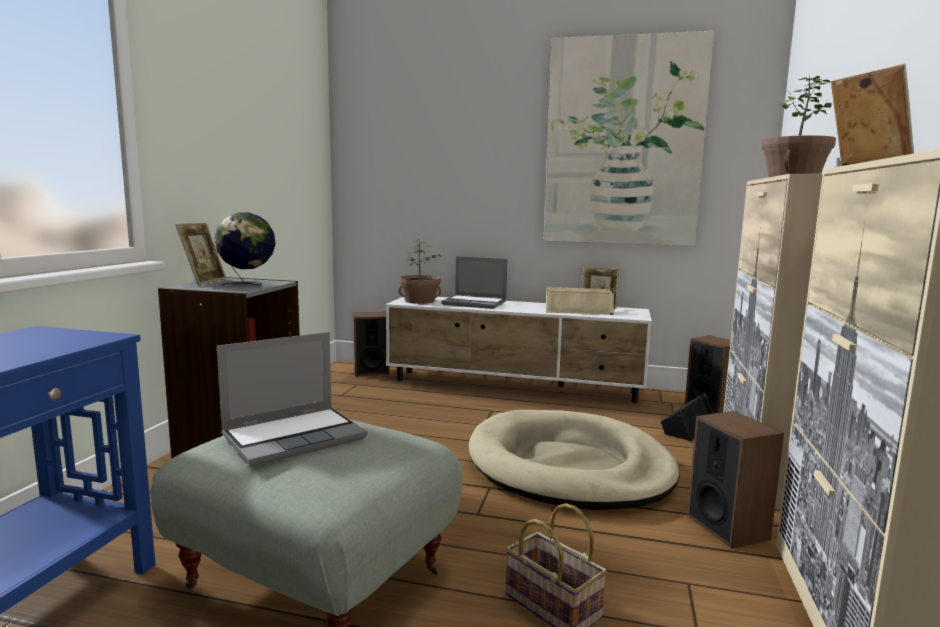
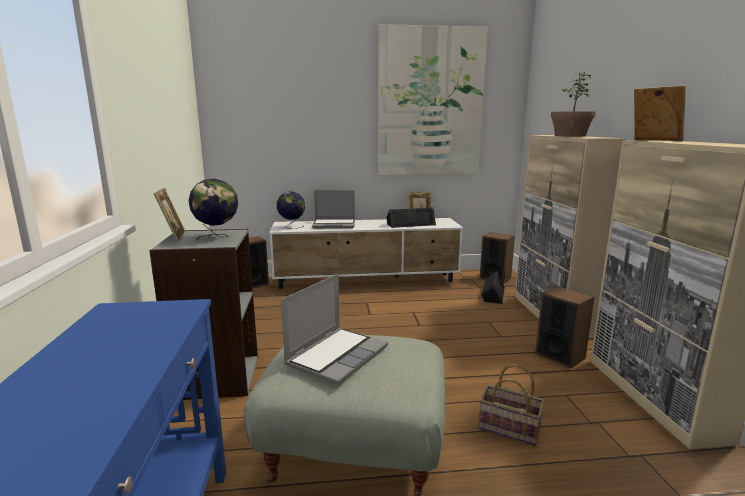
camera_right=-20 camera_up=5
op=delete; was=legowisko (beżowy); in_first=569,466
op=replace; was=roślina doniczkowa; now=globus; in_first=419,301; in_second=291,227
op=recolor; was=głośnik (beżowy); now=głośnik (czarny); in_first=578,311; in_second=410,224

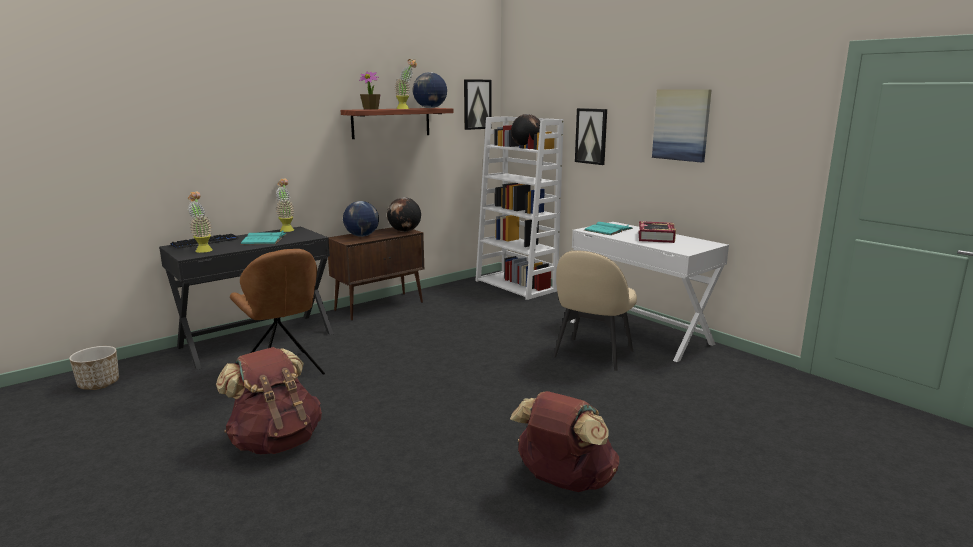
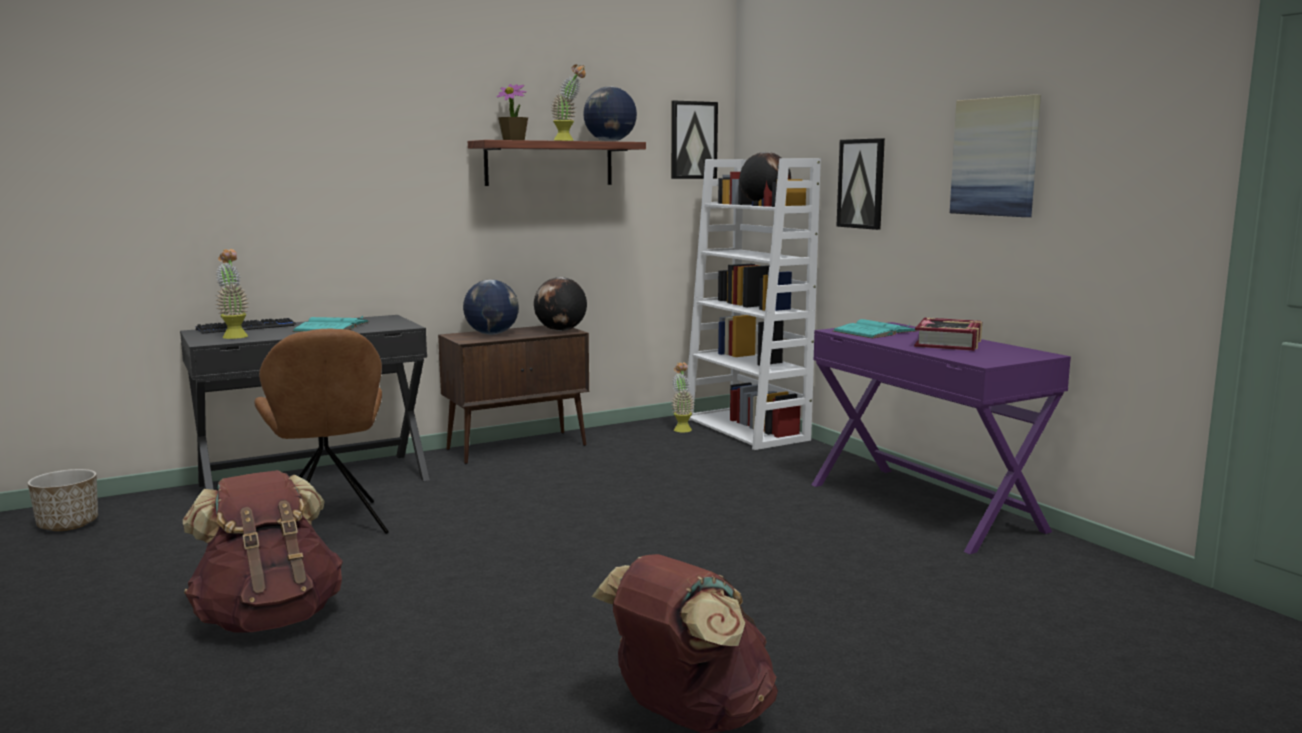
camera_right=10 camera_up=-5
op=delete; was=krzesło (beżowy); in_first=592,354
op=move; was=roślina doniczkowa; in_first=286,229; in_second=681,429
op=recolor; was=biurko (biały); now=biurko (fioletowy); in_first=640,332; in_second=924,506

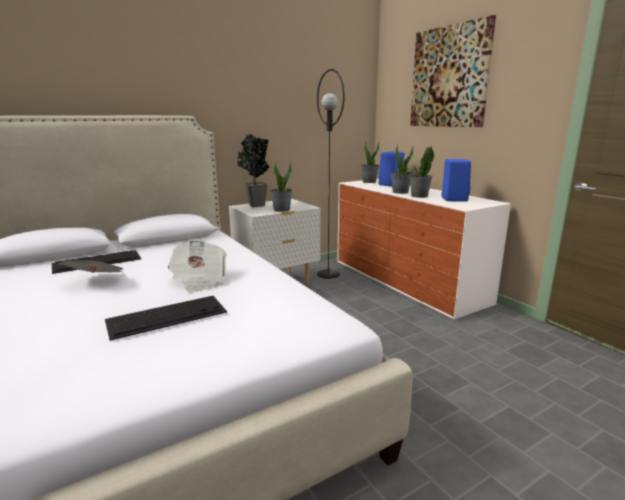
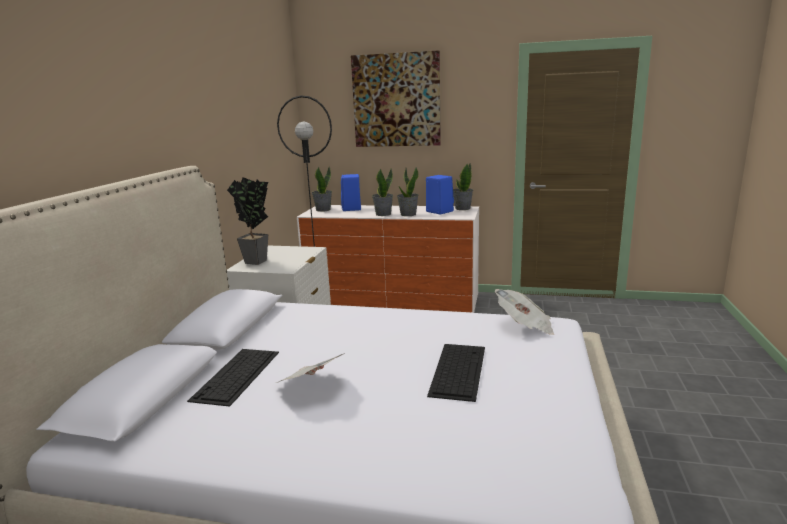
camera_right=-45 camera_up=0
op=move; was=gazeta; in_first=199,280; in_second=525,326
op=move; was=roślina doniczkowa; in_first=281,210; in_second=462,208

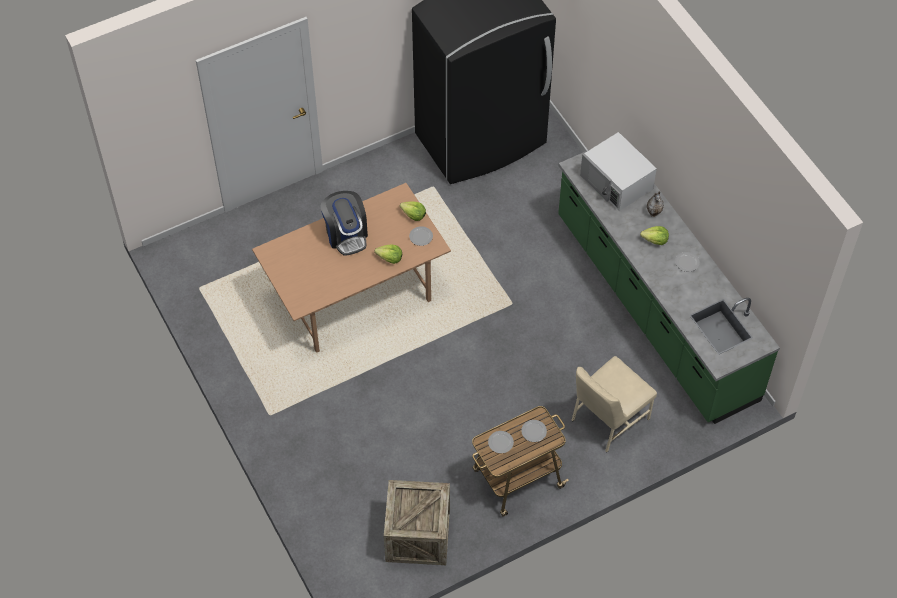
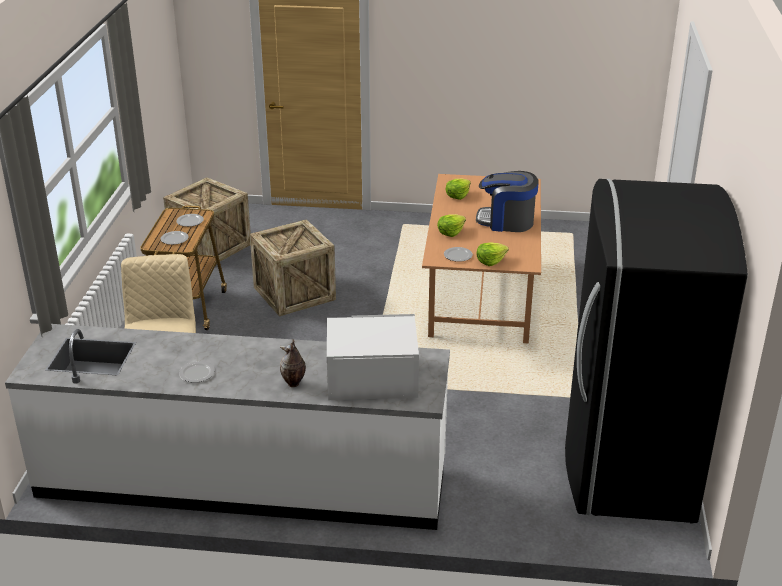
camera_right=125 camera_up=-25
op=insert; now=skrzynka; in_second=294,293
op=move; was=sałata; in_first=655,240; in_second=457,195
op=recolor; was=zabudowa kuchenna (zielony); now=zabudowa kuchenna (biały); in_first=654,308; in_second=243,480

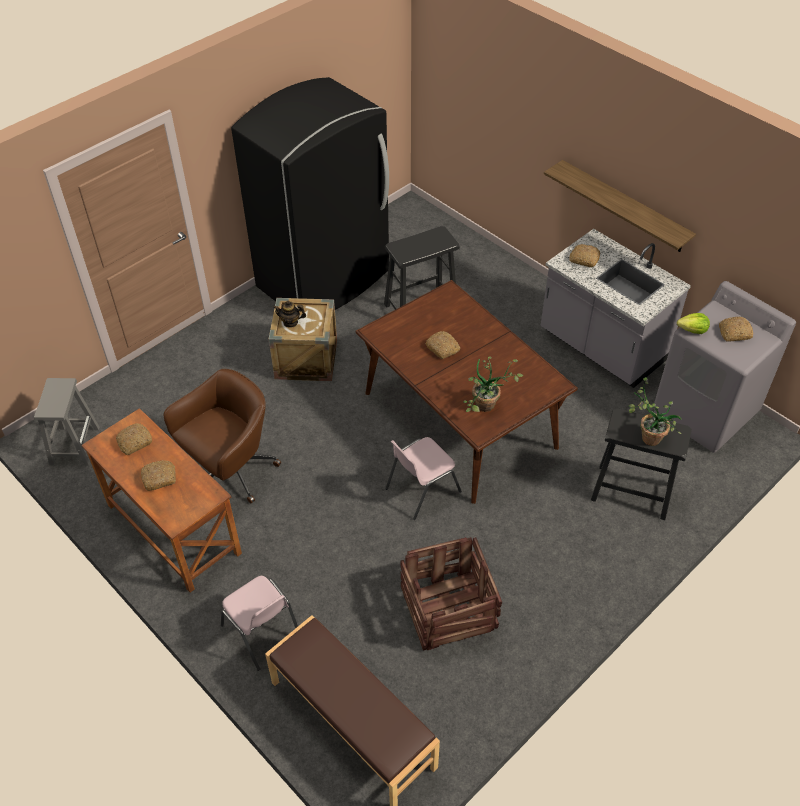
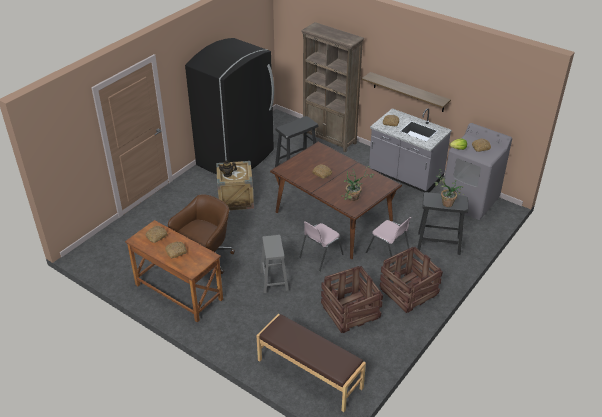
camera_right=-10 camera_up=-10
op=insert; now=regał (brązowy); in_second=329,139
op=insert; now=skrzynka; in_second=408,292
op=move; was=stołek (szary); in_first=74,445; in_second=274,280
op=move; was=krzesło (różowy); in_first=262,633; in_second=388,253

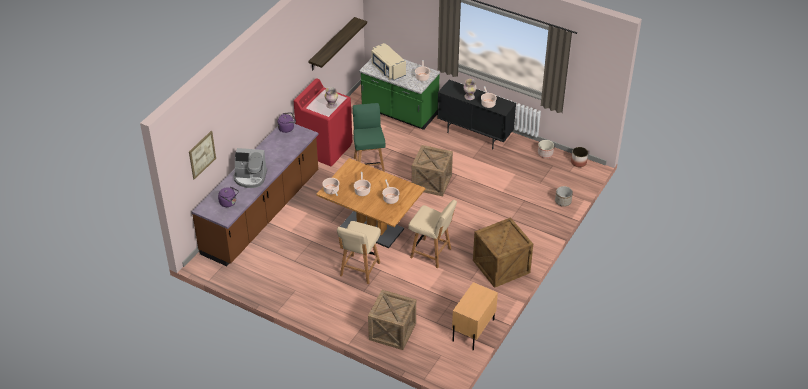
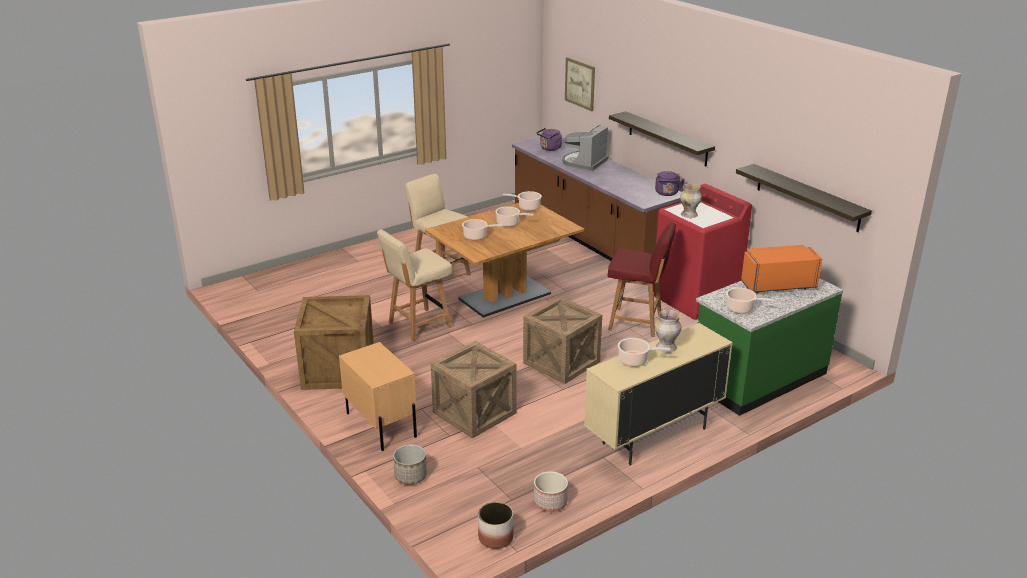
camera_right=115 camera_up=-15
op=insert; now=półka; in_second=667,138
op=move; was=skrzynka; in_first=392,331; in_second=474,413
op=move; was=szafka nocna (beżowy); in_first=473,330; in_second=381,424
op=recolor; was=krzesło (zielony); now=krzesło (czerwony); in_first=369,165; in_second=636,322
op=recolor; was=mikrofalówka (beżowy); now=mikrofalówka (pomarańczowy); in_first=388,70; in_second=777,284
op=recolor; was=szafka (czarny); now=szafka (beżowy); in_first=474,135; in_second=654,436

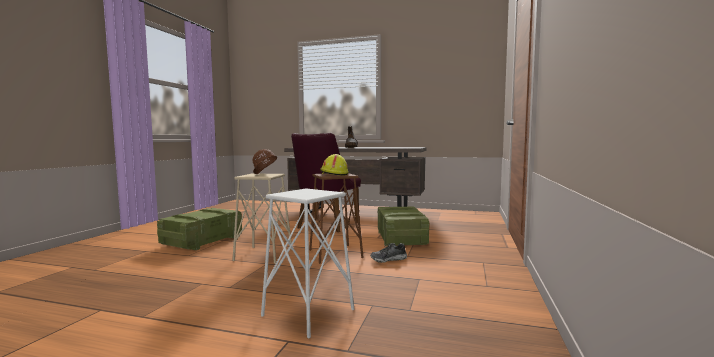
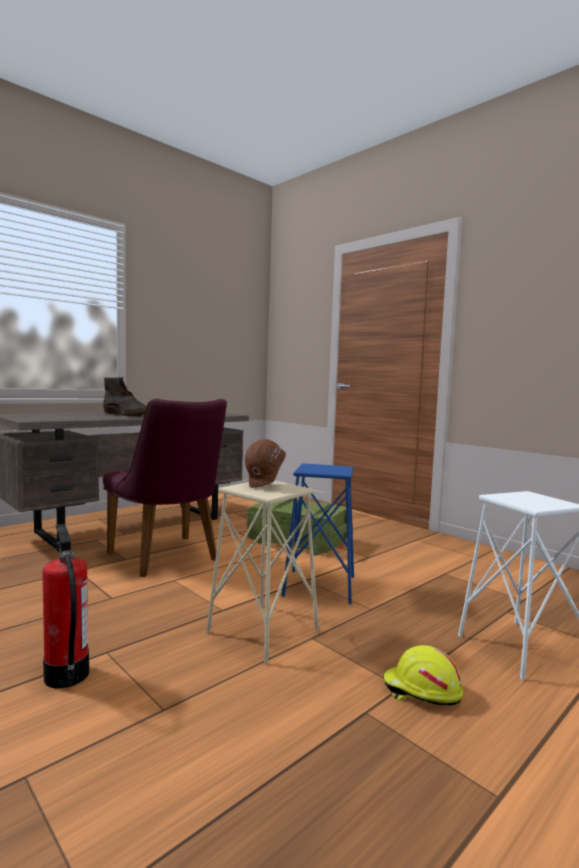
camera_right=-60 camera_up=0
op=delete; was=but; in_first=388,259
op=move; was=kask (żółty); in_first=334,174; in_second=421,691
op=replace; was=skrzynka; now=gaśnica; in_first=203,240; in_second=66,675
op=recolor; was=stołek (brązowy); now=stołek (niebieski); in_first=335,254; in_second=319,586

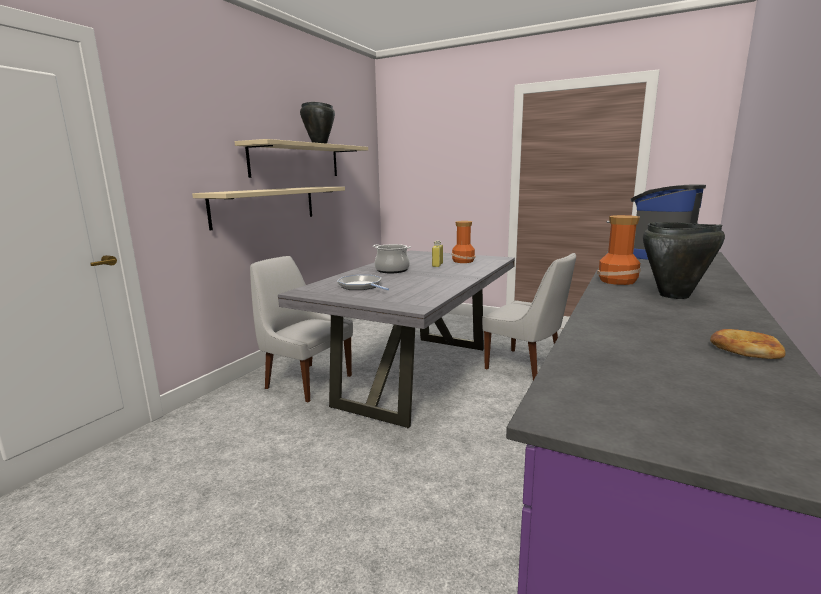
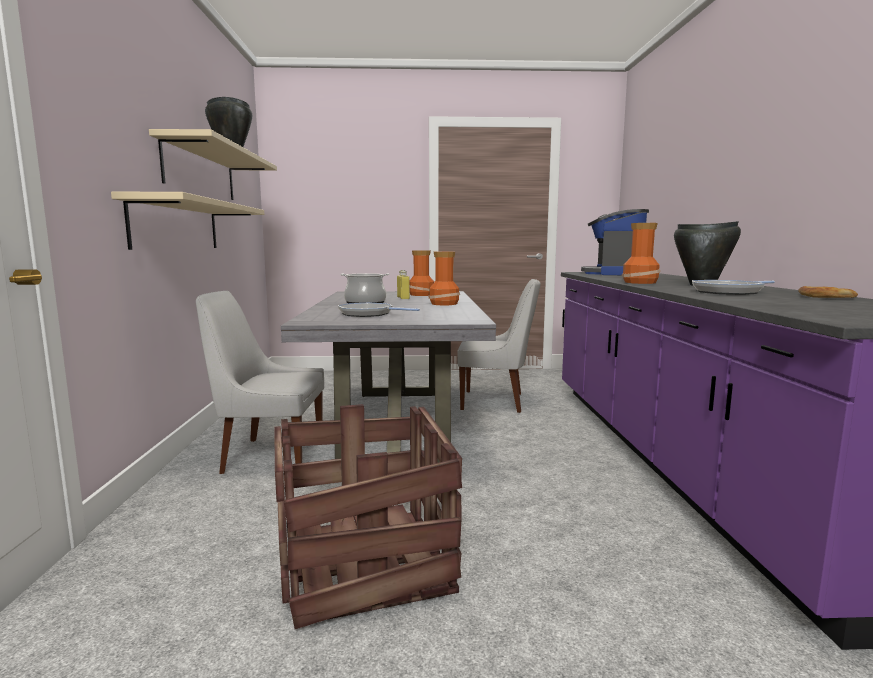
camera_right=-30 camera_up=-5
op=insert; now=skrzynka; in_second=364,561
op=insert; now=wazon; in_second=444,304
op=insert; now=patelnia; in_second=729,292

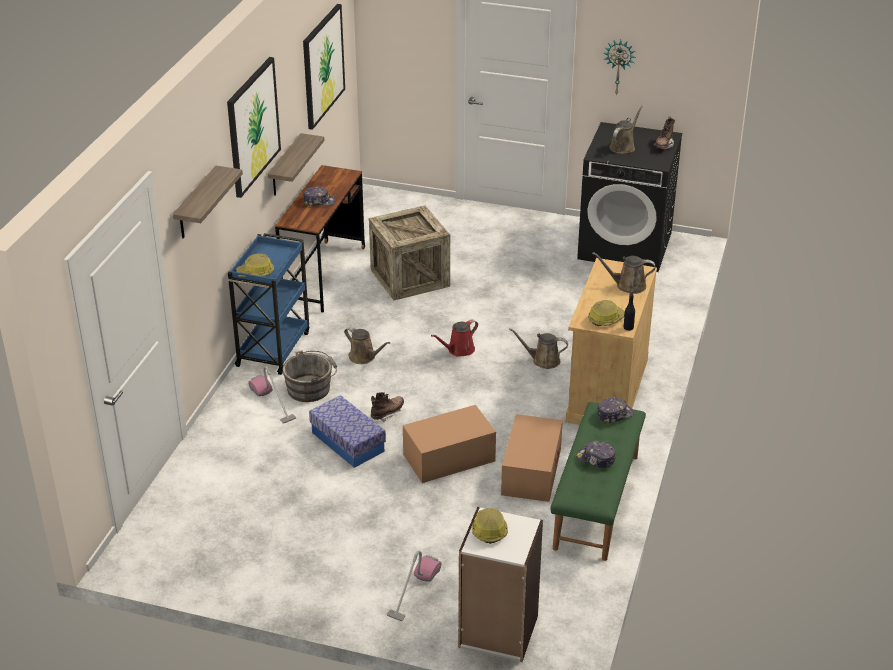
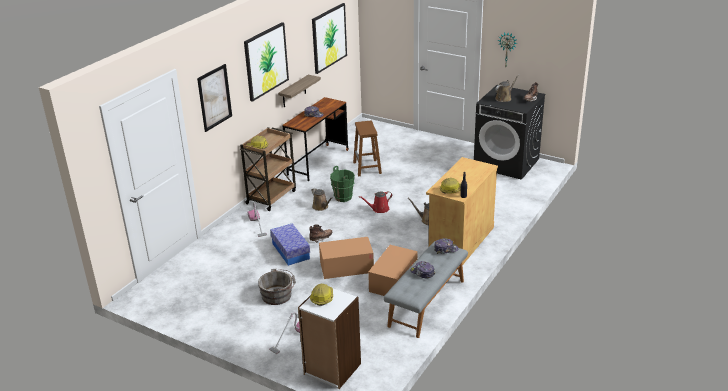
camera_right=15 camera_up=-5
op=delete; was=konewka (brązowy); in_first=627,286
op=insert; now=wiadro (zielony); in_second=343,197
op=move; was=wiadro (szary); in_first=311,388; in_second=278,295
op=replace; was=półka; now=obraz; in_first=196,204; in_second=214,97
op=replace; was=skrzynka; now=stołek (brązowy); in_first=410,278; in_second=367,168
op=recolor; was=wózek (niebieski); now=wózek (brązowy); in_first=274,348; in_second=271,197
op=recolor; was=ławka (zielony); now=ławka (szary); in_first=597,501; in_second=427,303

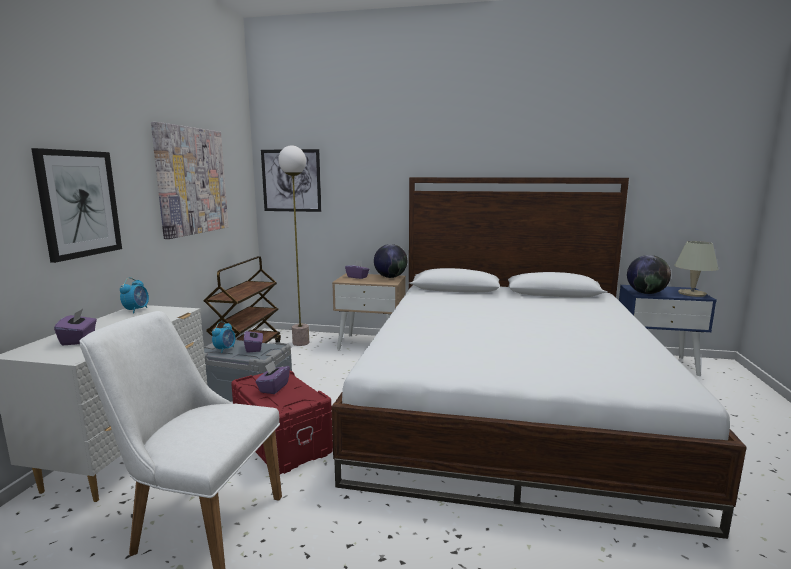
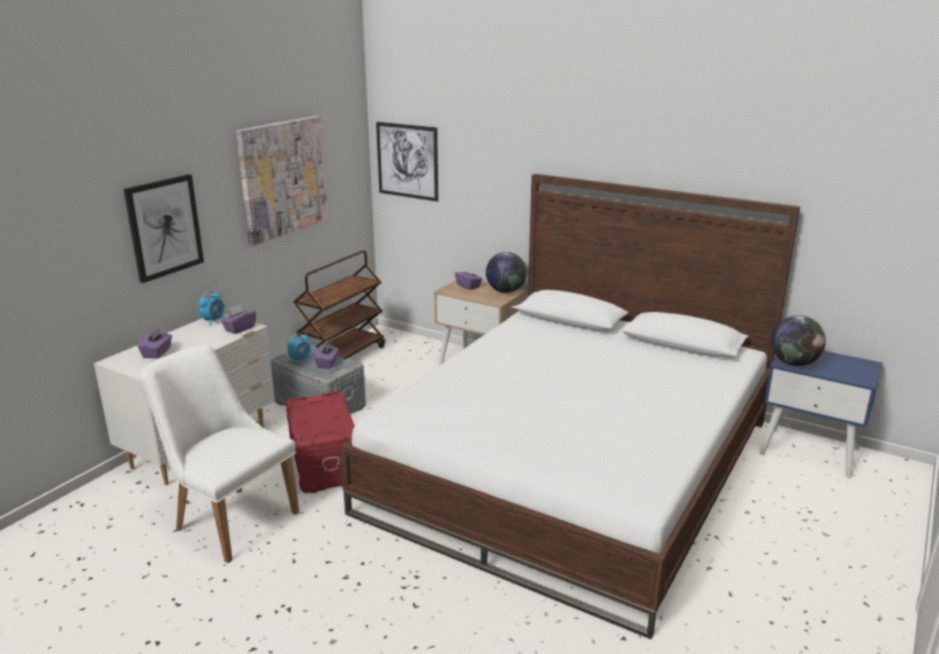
camera_right=20 camera_up=10
op=delete; was=lampa stojąca; in_first=301,343
op=delete; was=lampa stołowa (beżowy); in_first=692,293
op=move; was=pudełko chusteczek (fioletowy); in_first=273,388; in_second=239,328

